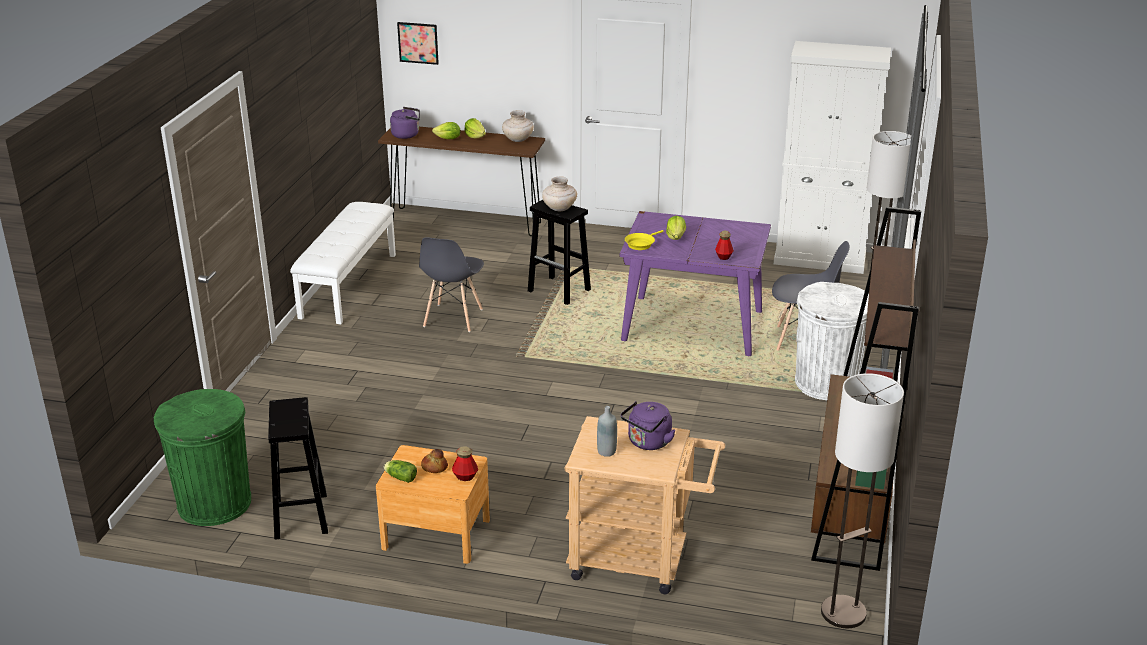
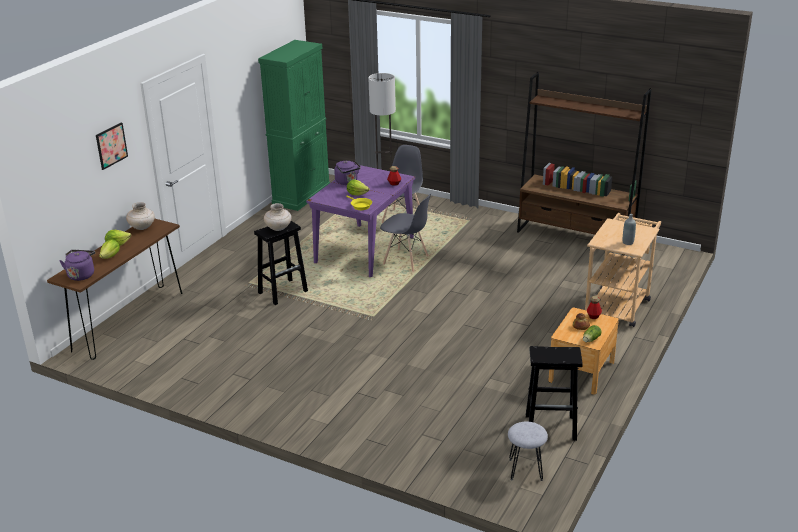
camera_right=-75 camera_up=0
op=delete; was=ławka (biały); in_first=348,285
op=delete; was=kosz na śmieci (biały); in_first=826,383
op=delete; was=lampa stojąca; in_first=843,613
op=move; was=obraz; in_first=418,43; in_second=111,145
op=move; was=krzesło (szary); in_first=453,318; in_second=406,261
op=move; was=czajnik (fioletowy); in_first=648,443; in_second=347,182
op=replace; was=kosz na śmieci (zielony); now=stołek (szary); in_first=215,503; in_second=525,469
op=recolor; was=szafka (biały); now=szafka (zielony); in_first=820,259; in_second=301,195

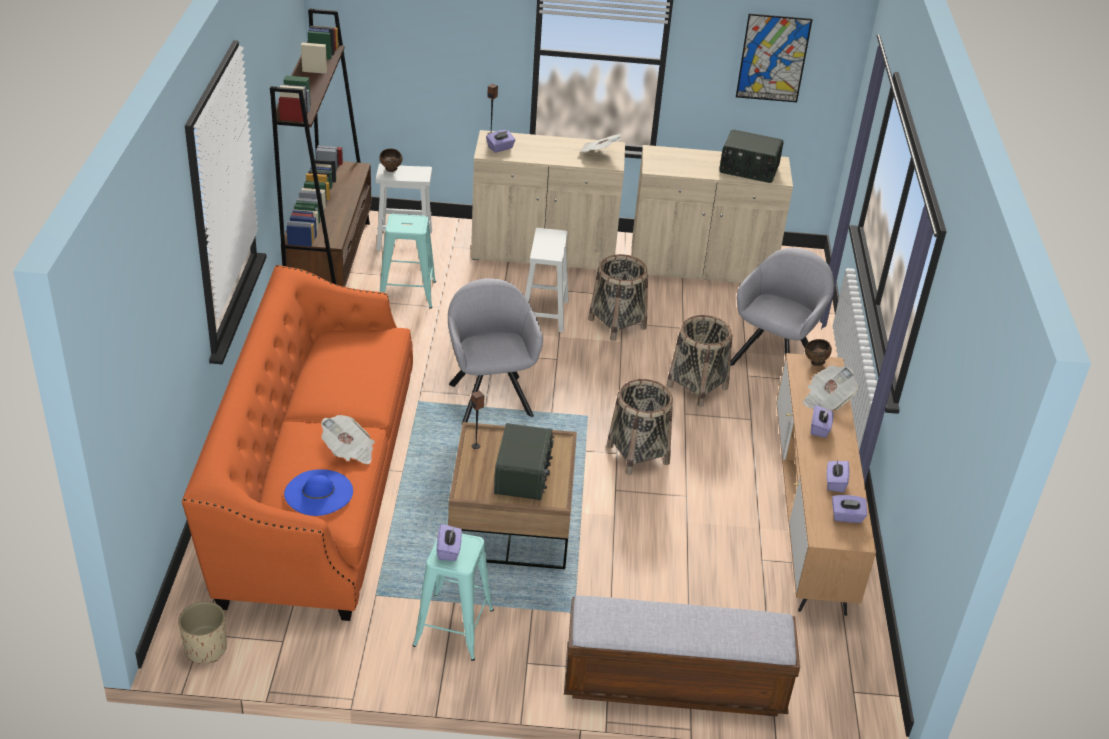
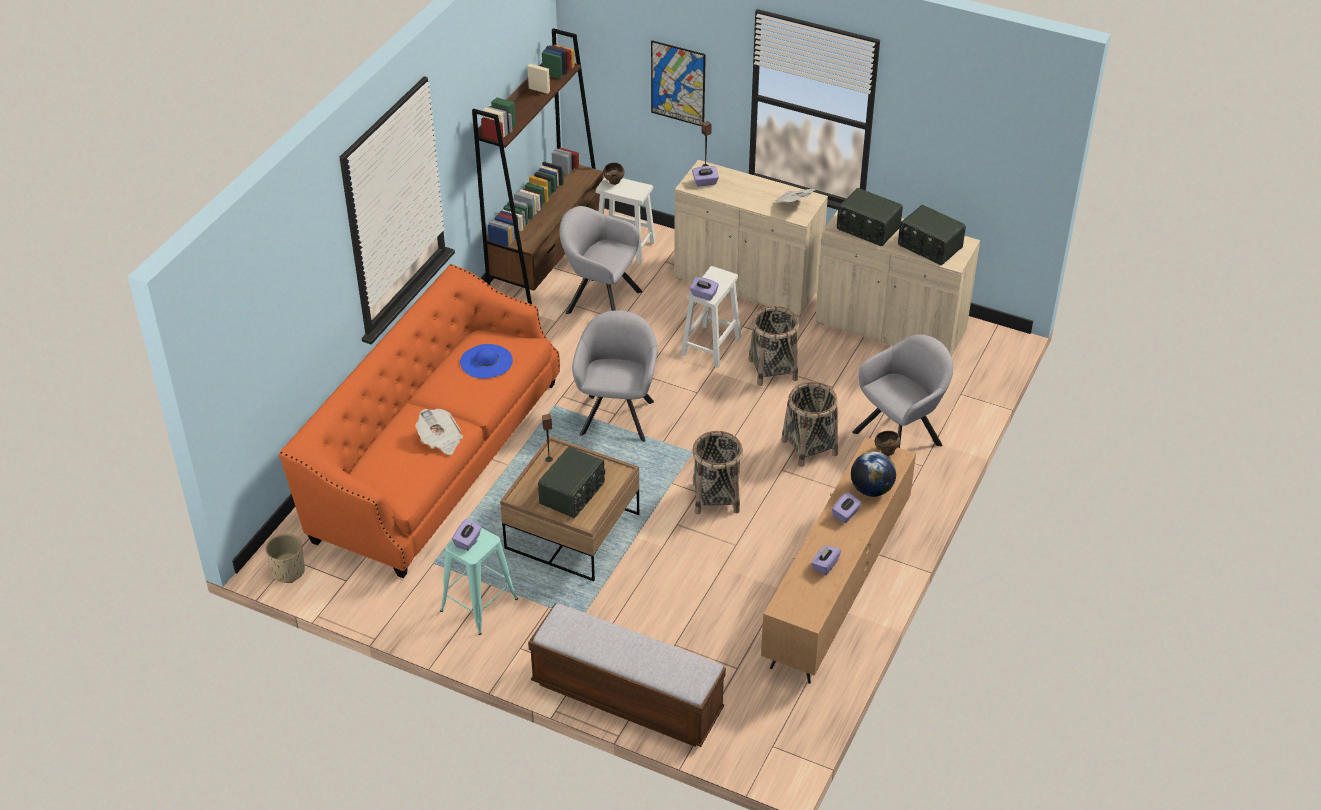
camera_right=25 camera_up=5
op=insert; now=radio; in_second=867,229
op=move; was=kapelusz (niebieski); in_first=318,492; in_second=486,361
op=move; was=obraz; in_first=773,58; in_second=678,83
op=move; was=pudełko chusteczek (fioletowy); in_first=847,517; in_second=703,295
op=replace; was=stołek (turkusowy); now=fotel (szary); in_first=407,293; in_second=599,300
op=replace; was=gazeta; now=globus; in_first=826,400; in_second=871,489

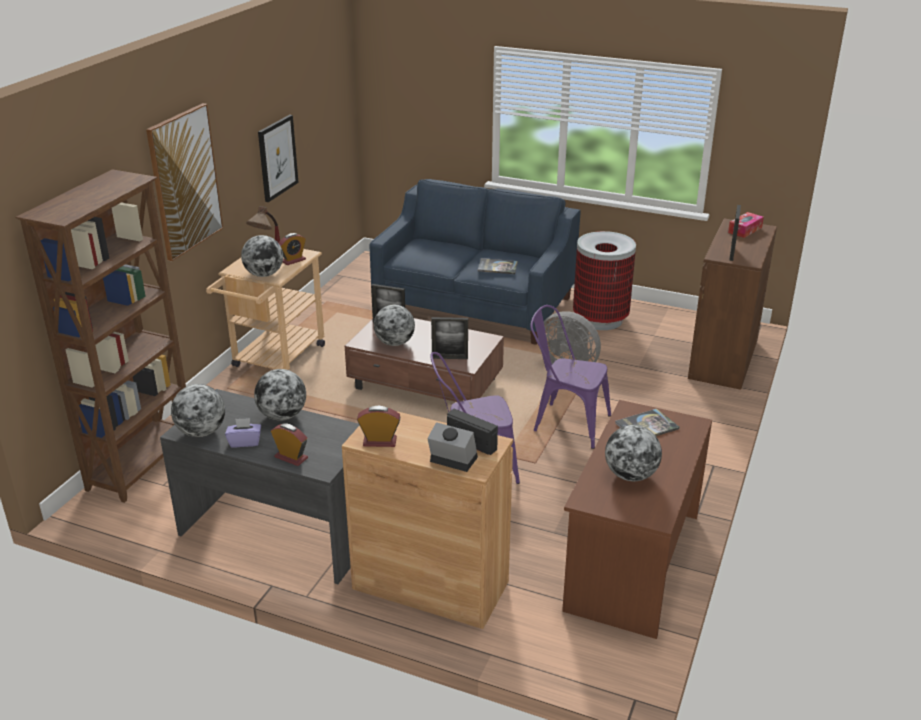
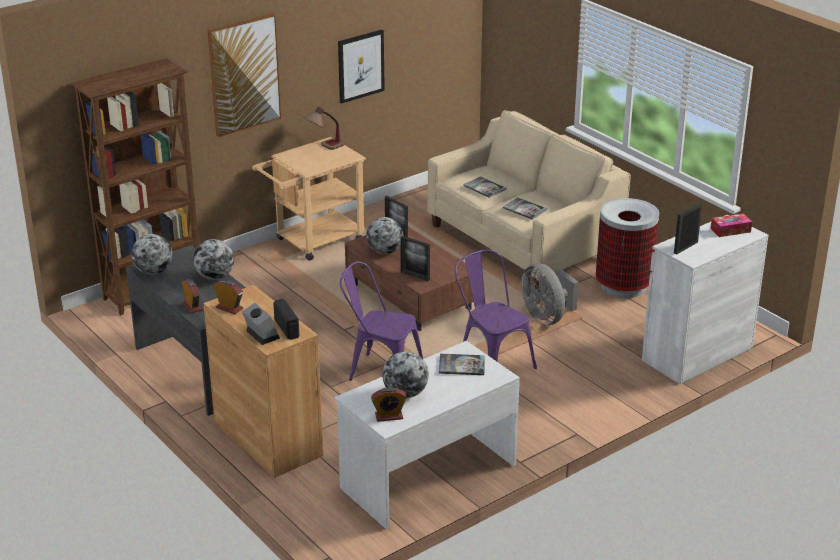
camera_right=30 camera_up=0
op=delete; was=pudełko chusteczek (fioletowy); in_first=245,442
op=delete; was=globus; in_first=264,274
op=insert; now=książka; in_second=484,188
op=move; was=budzik; in_first=293,260; in_second=389,416
op=recolor; was=kanapa (niebieski); now=kanapa (beżowy); in_first=475,305; in_second=523,242
op=recolor; was=biurko (brązowy); now=biurko (biały); in_first=631,560; in_second=427,475
op=recolor; was=szafka (brązowy); now=szafka (biały); in_first=723,359; in_second=697,354

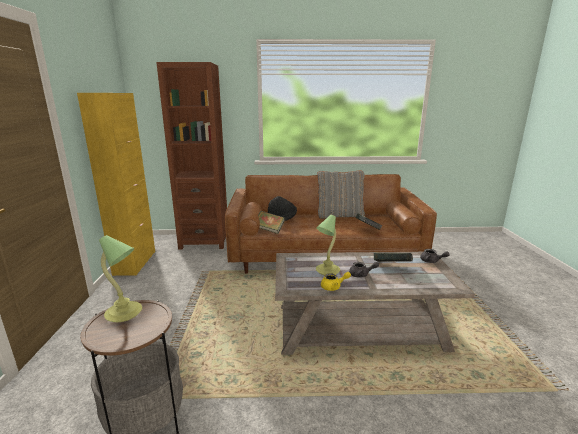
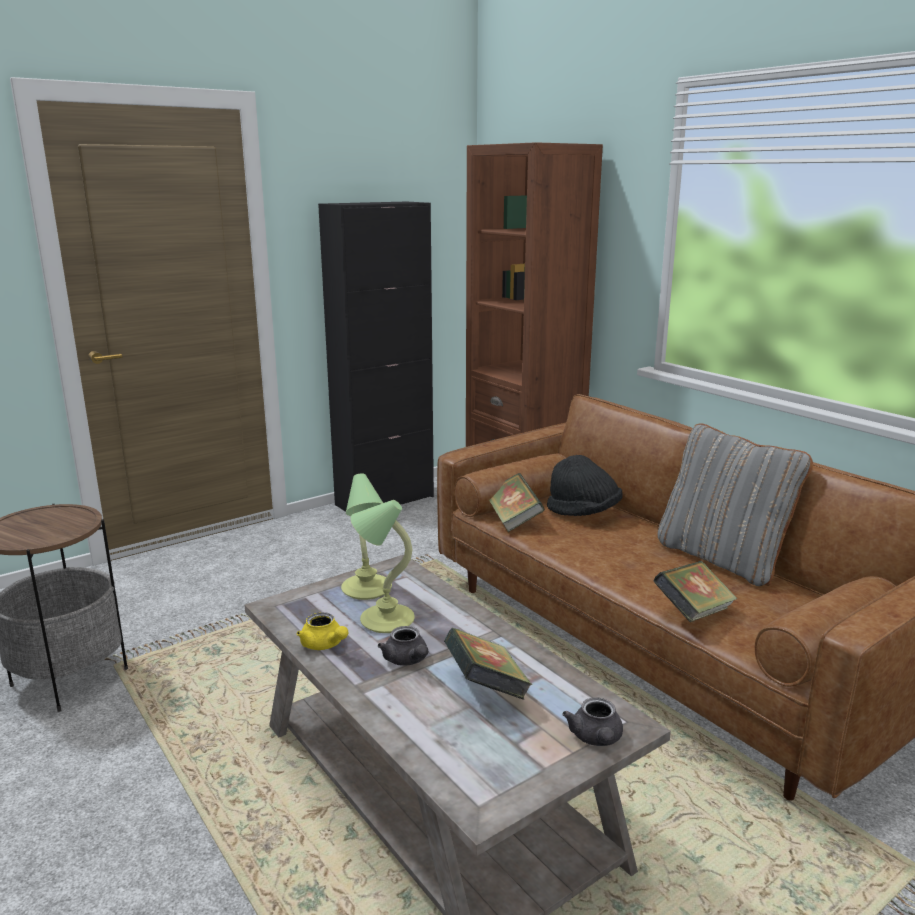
camera_right=55 camera_up=0
op=move; was=lampa stołowa; in_first=124,313; in_second=366,589
op=recolor; was=szafka (żółty); now=szafka (czarny); in_first=135,262; in_second=385,500

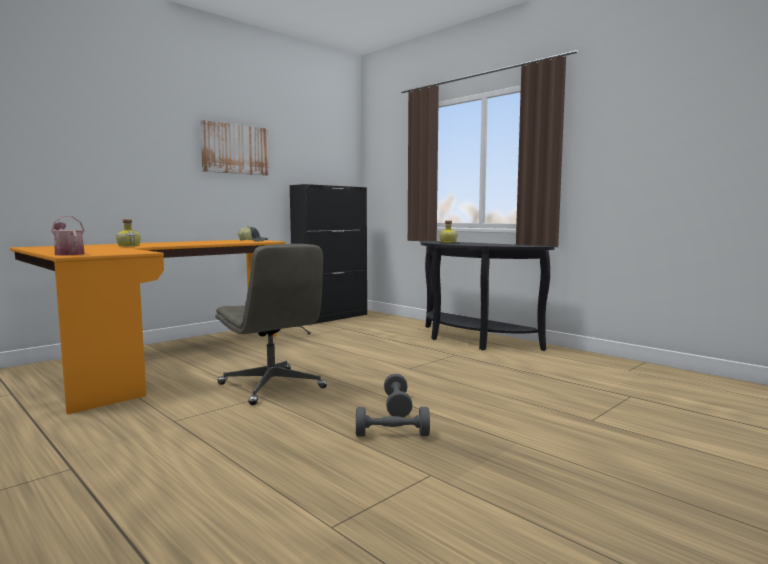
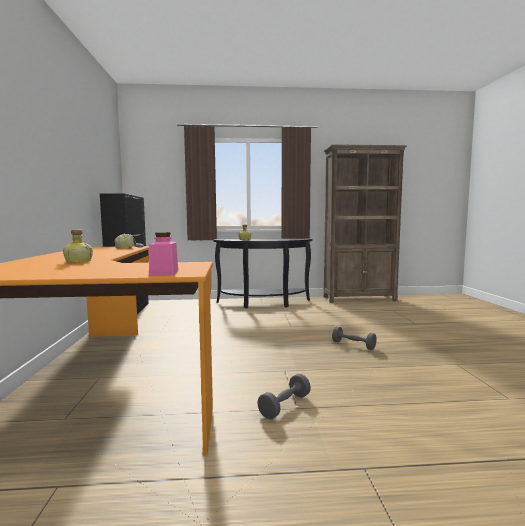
camera_right=-50 camera_up=0
op=delete; was=obraz; in_first=235,149
op=delete; was=krzesło biurowe (szary); in_first=272,386
op=insert; now=regał (brązowy); in_second=360,299
op=move; was=hantel (szary); in_first=392,435; in_second=285,406
op=replace; was=konewka; now=słoik (różowy); in_first=68,254; in_second=164,273

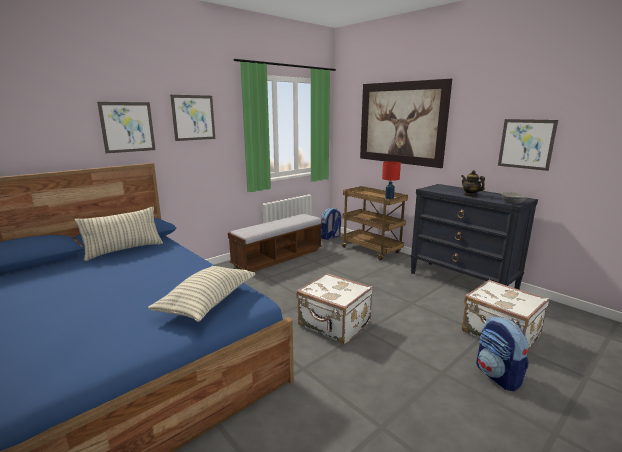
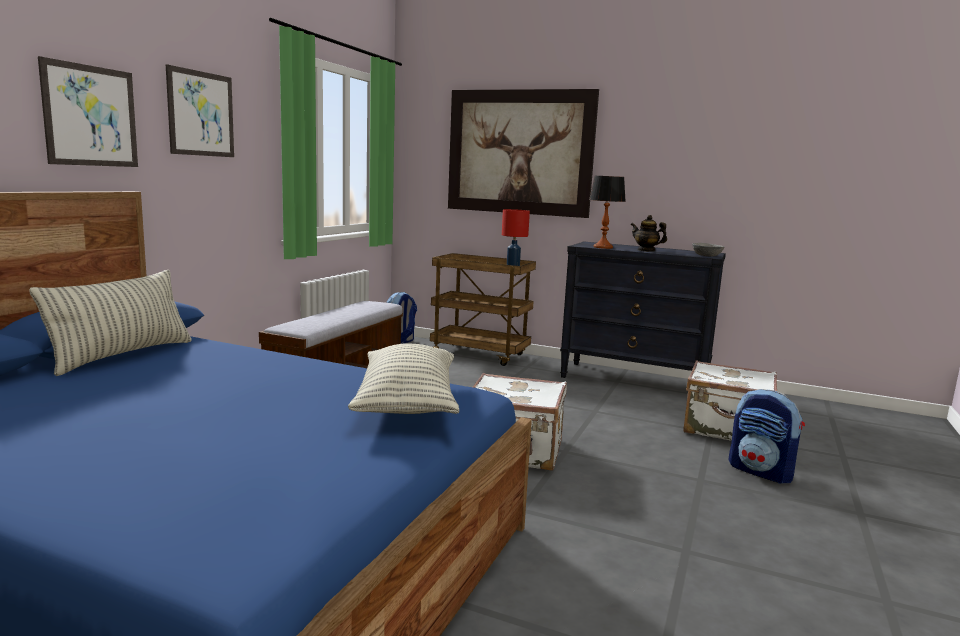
camera_right=-25 camera_up=-5
op=delete; was=obraz; in_first=526,144
op=insert; now=lampa stołowa; in_second=603,247

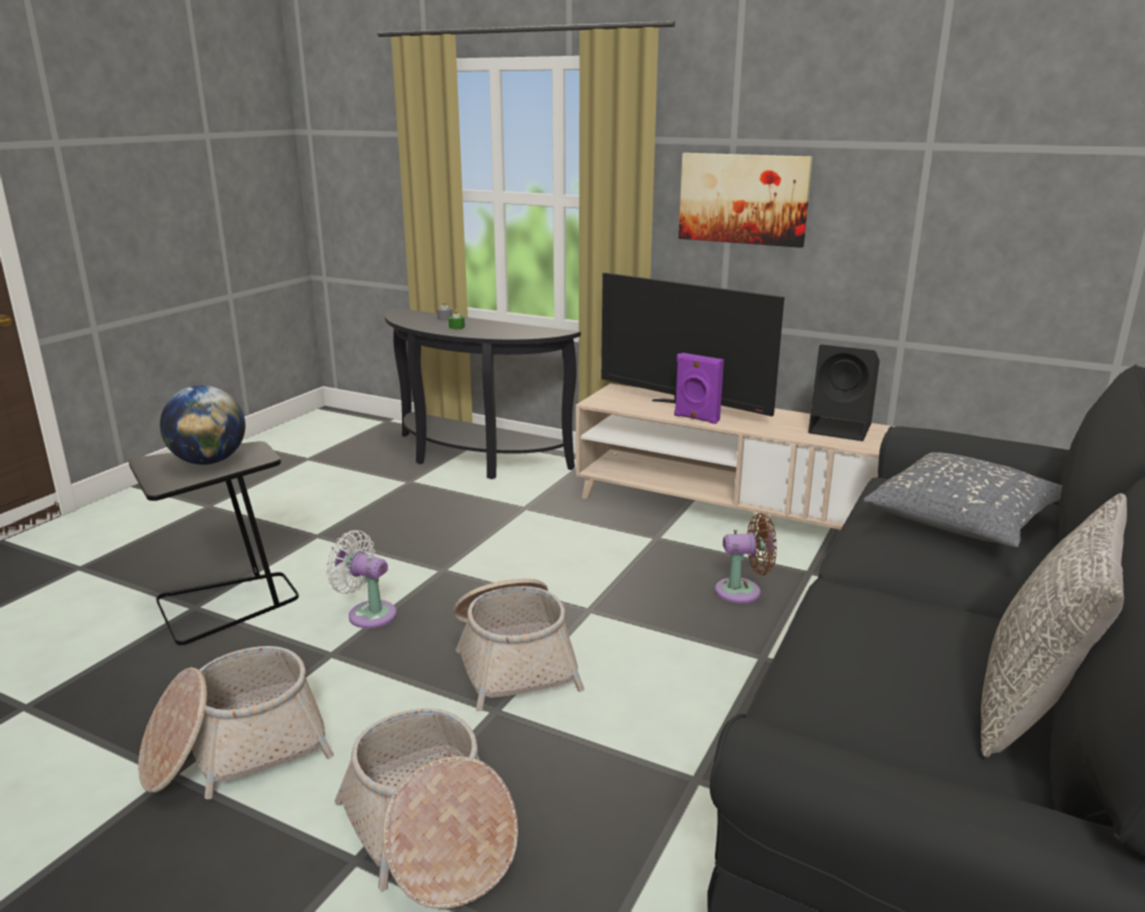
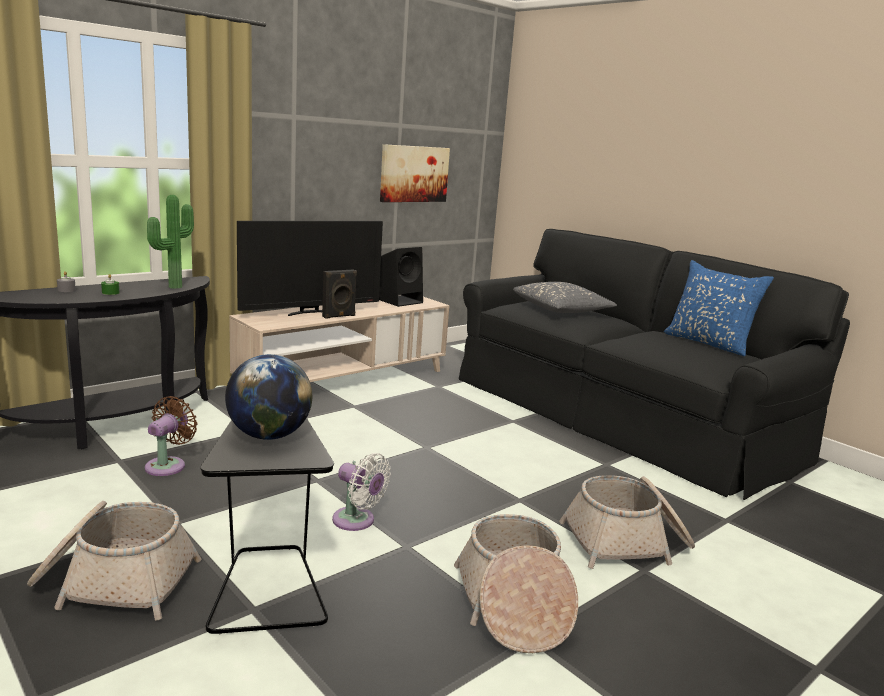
camera_right=-70 camera_up=-5
op=insert; now=roślina doniczkowa; in_second=173,286
op=move; was=koszyk; in_first=513,659; in_second=114,581
op=move; was=obraz; in_first=743,199; in_second=414,174
op=move; was=wentylator (brązowy); in_first=743,591; in_second=168,465
op=recolor; was=głośnik (fioletowy); now=głośnik (czarny); in_first=696,418; in_second=339,316
op=recolor; was=poduszka (szary); now=poduszka (niebieski); in_first=1034,703; in_second=709,343
op=rotate; was=wentylator (biały); in_first=368,613; in_second=357,521; clockwise=-105

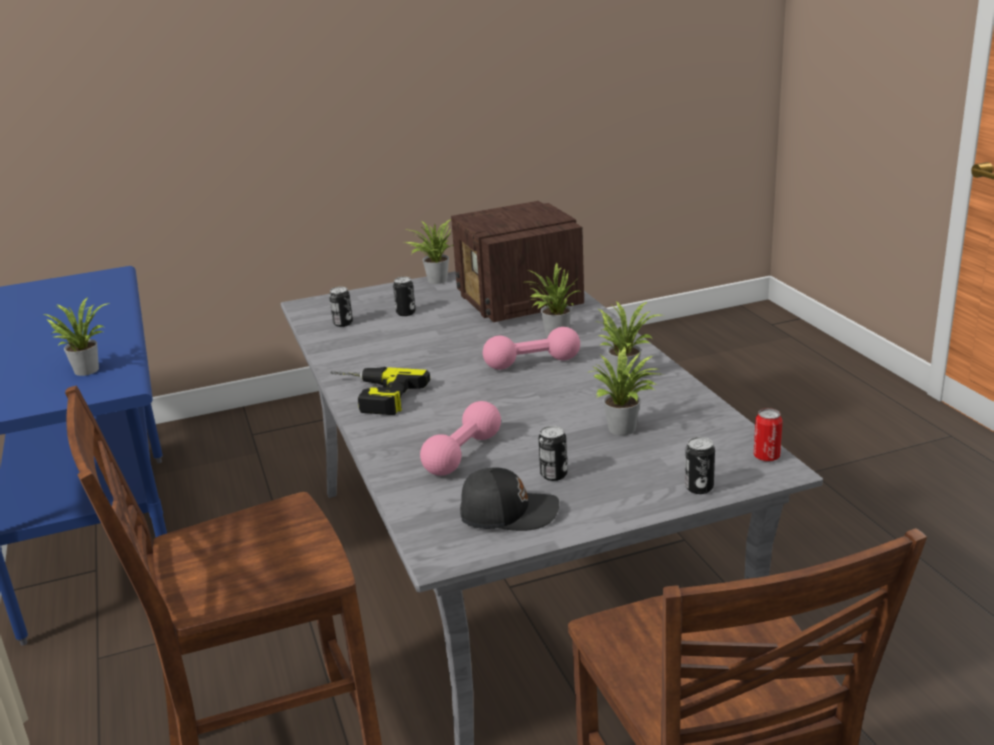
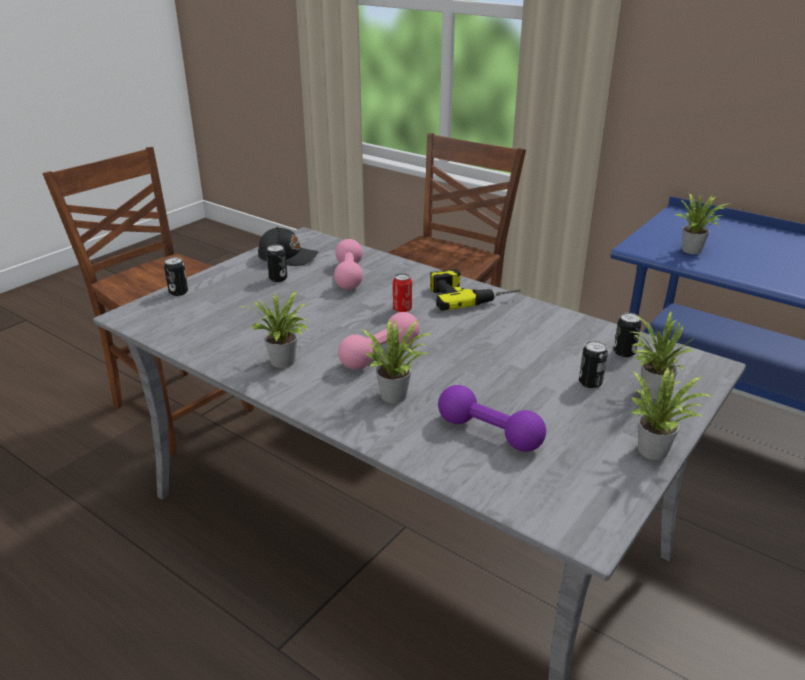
camera_right=145 camera_up=5
op=move; was=roślina doniczkowa; in_first=625,430; in_second=650,391
op=move; was=puszka; in_first=766,457; in_second=402,309
op=replace; was=radio; now=hantel (fioletowy); in_first=519,304; in_second=489,433
op=rotate; was=czapka z daszkiem (czarny); in_first=507,512; in_second=288,256; clockwise=-135

